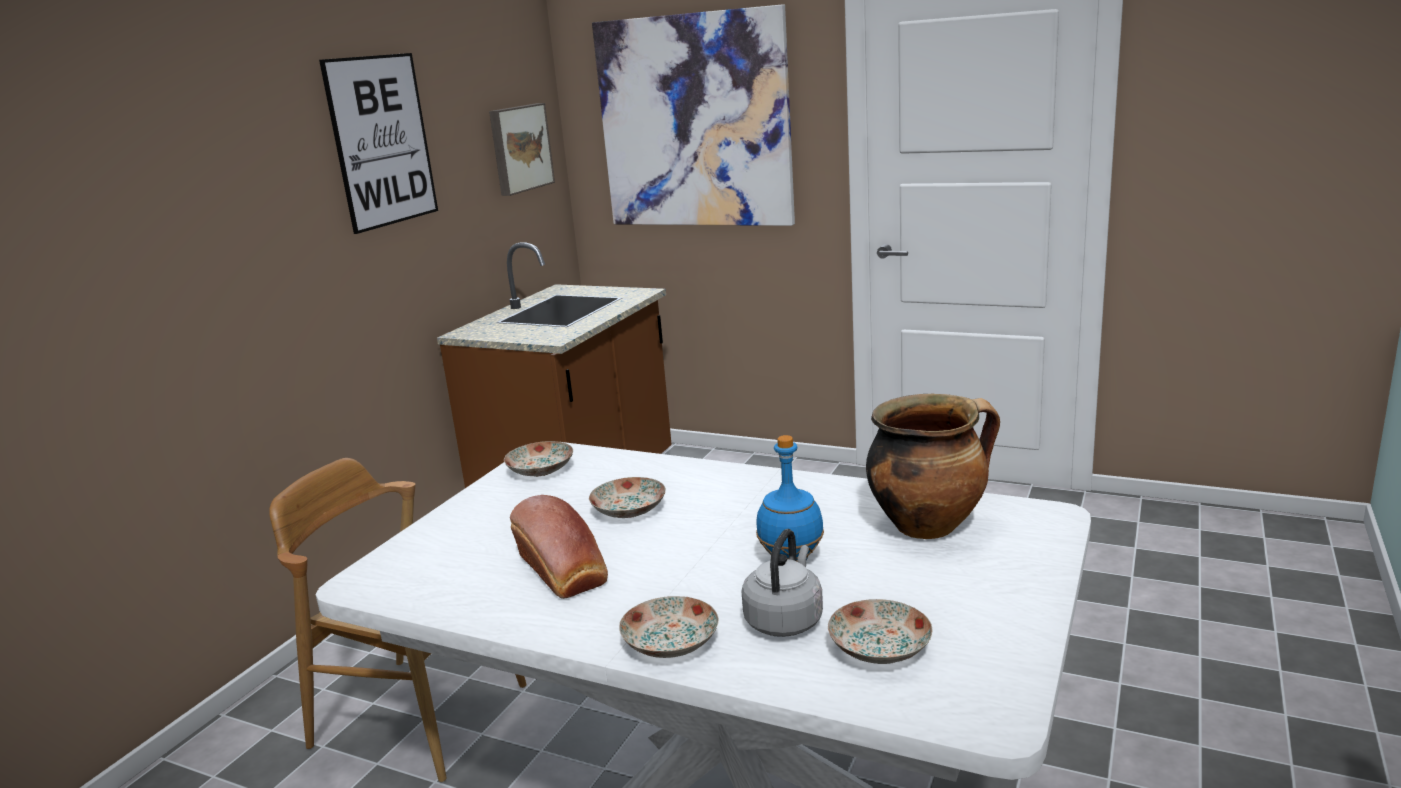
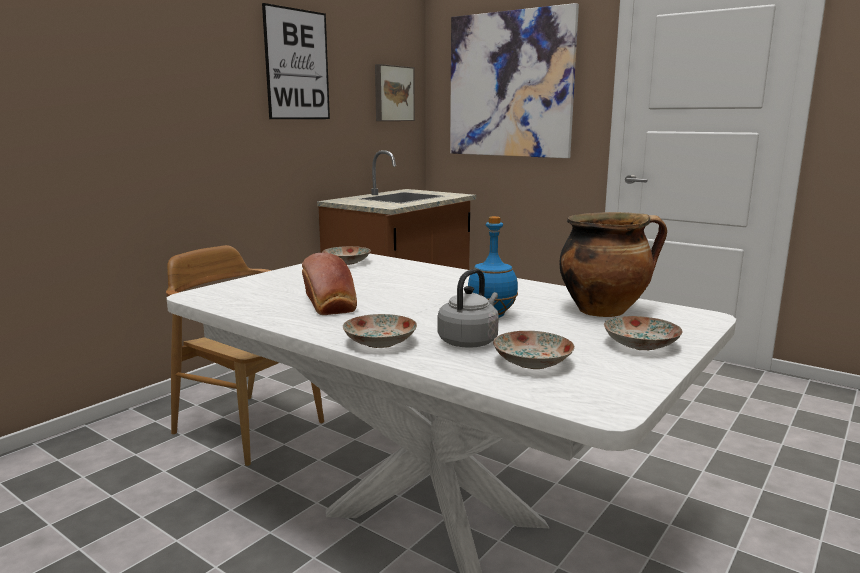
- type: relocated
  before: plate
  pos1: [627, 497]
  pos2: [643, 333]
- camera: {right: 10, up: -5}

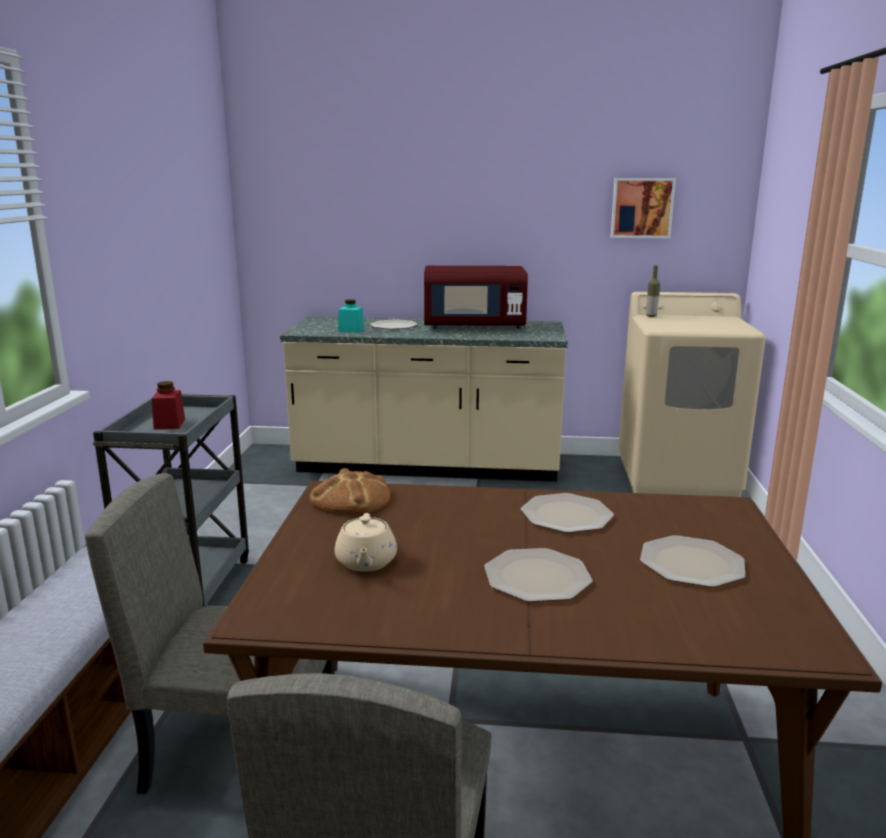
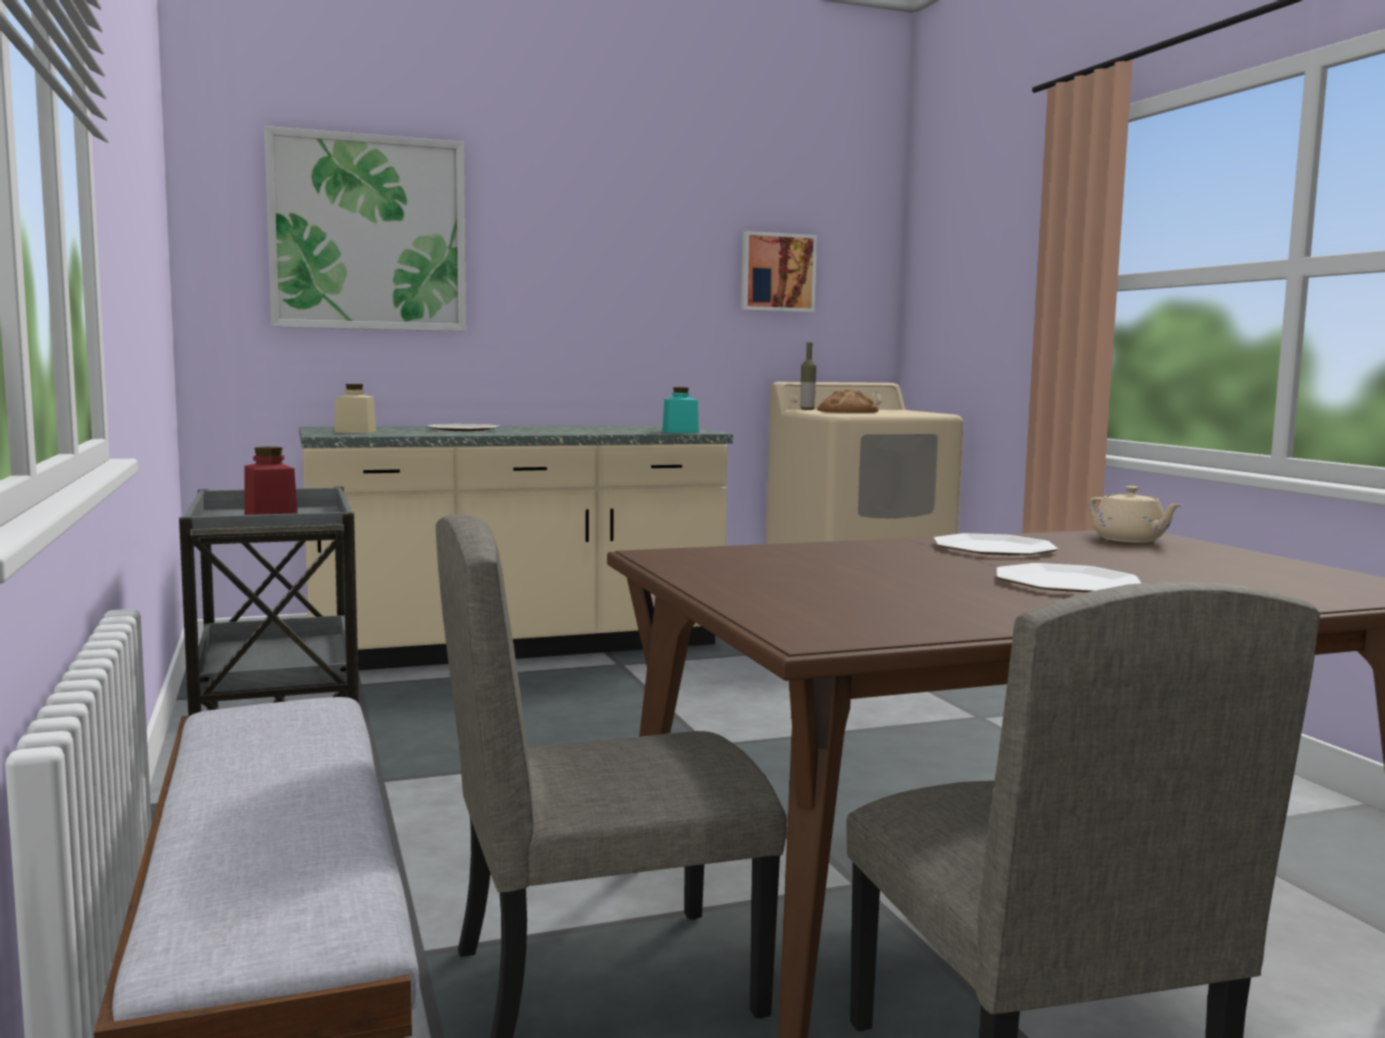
- type: relocated
  before: bread
  pos1: [349, 491]
  pos2: [848, 401]
- type: relocated
  before: teapot in beige
  pos1: [366, 542]
  pos2: [1135, 514]
- type: relocated
  before: jar in turquoise
  pos1: [351, 316]
  pos2: [680, 410]
- type: missing
  before: microwave oven in red-coloured
  pos1: [476, 297]
- type: missing
  before: plate
  pos1: [692, 561]
- type: appeared
  after: picture
  pos2: [365, 228]
- type: appeared
  after: jar in beige
  pos2: [355, 408]
- camera: {right: -25, up: -10}

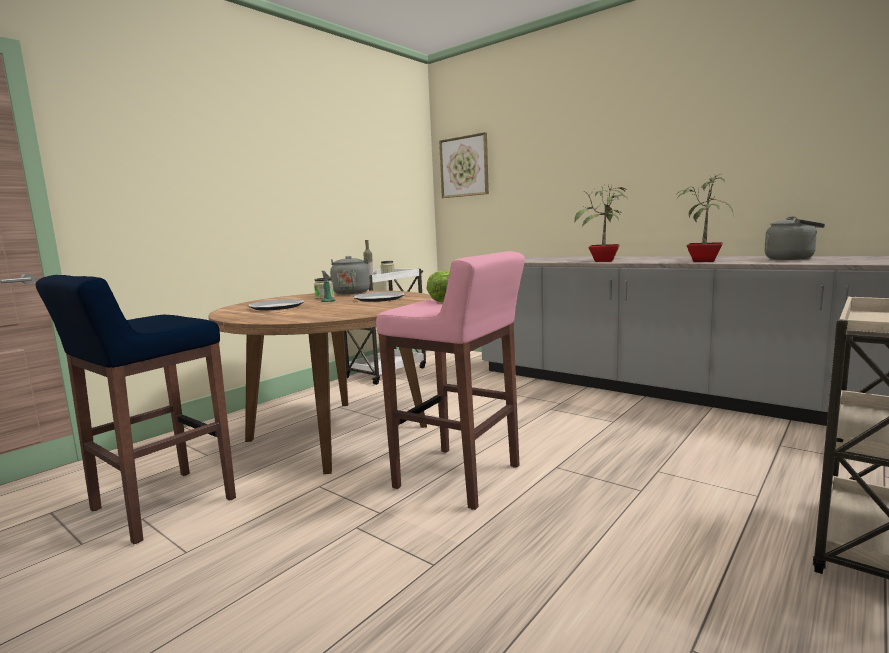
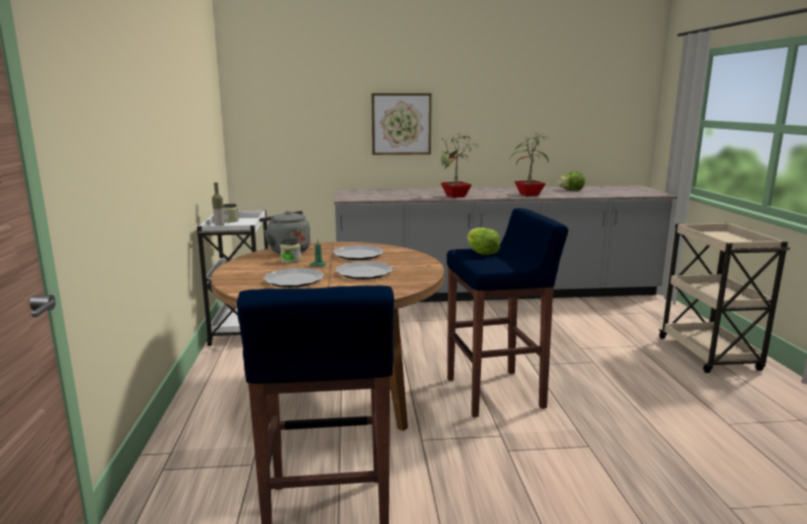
- type: colour
  before: stool in pink-coloured
  after: stool in blue-coloured
  pos1: [450, 380]
  pos2: [507, 312]
- type: relocated
  before: picture
  pos1: [464, 165]
  pos2: [401, 124]
- type: exchanged
  before: kettle in gray
  after: head of lettuce
  pos1: [794, 238]
  pos2: [571, 181]
- type: appeared
  after: plate
  pos2: [364, 270]
- camera: {right: -45, up: 5}

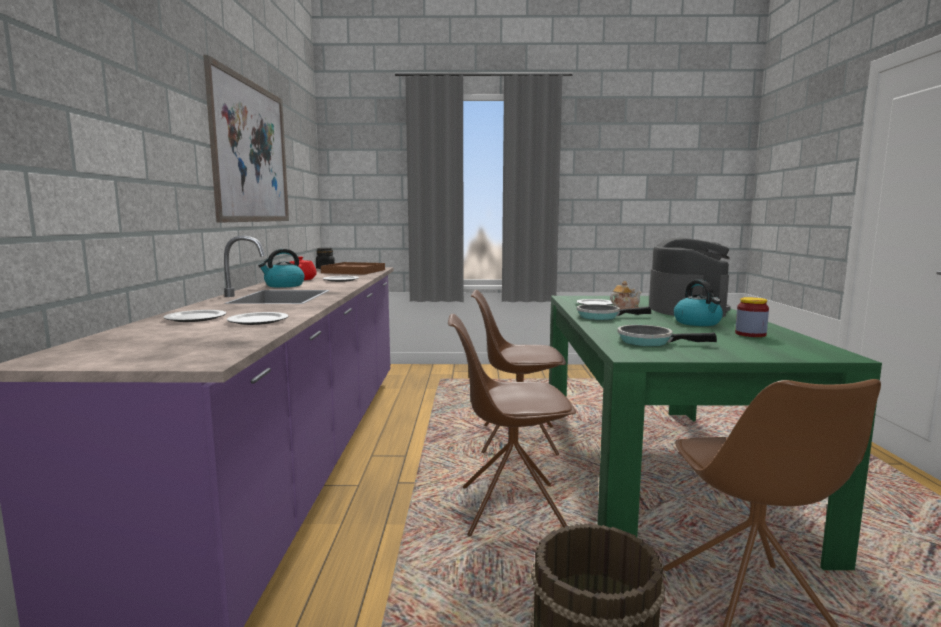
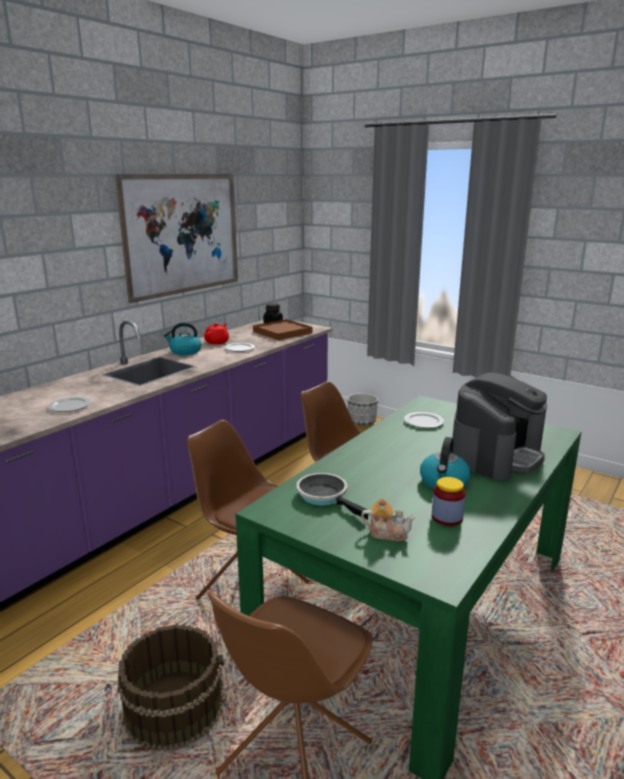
- type: missing
  before: plate
  pos1: [195, 316]
- type: missing
  before: skillet
  pos1: [614, 312]
- type: relocated
  before: teapot
  pos1: [626, 295]
  pos2: [388, 519]
- type: appeared
  after: plant pot
  pos2: [362, 409]
- camera: {right: 35, up: 10}

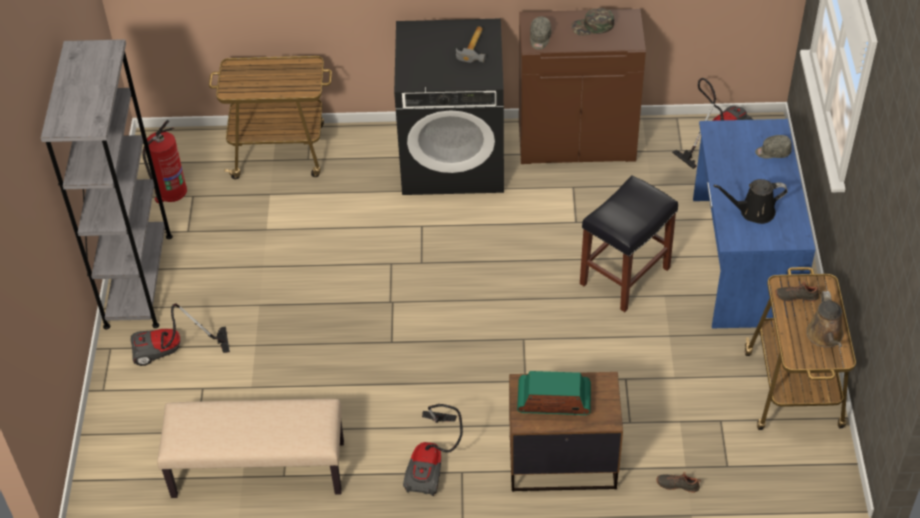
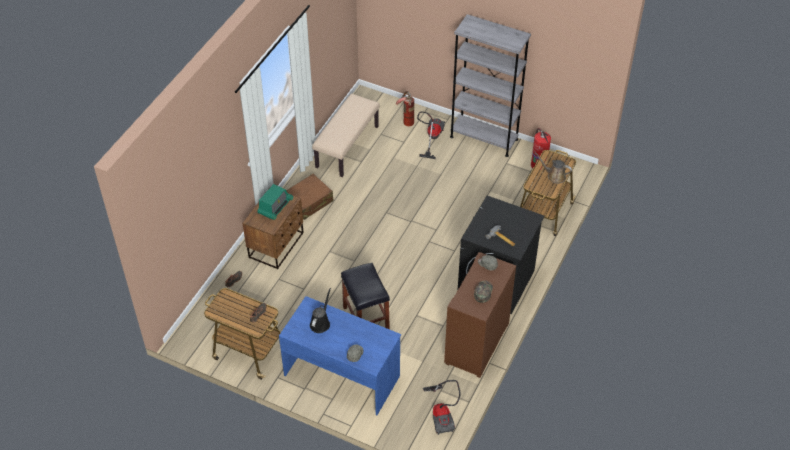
- type: exchanged
  before: vacuum cleaner
  after: suitcase in brown
  pos1: [433, 450]
  pos2: [310, 197]
- type: relocated
  before: watering pot in brown
  pos1: [824, 319]
  pos2: [553, 168]
- type: appeared
  after: fire extinguisher
  pos2: [405, 108]
- camera: {right: 115, up: 0}

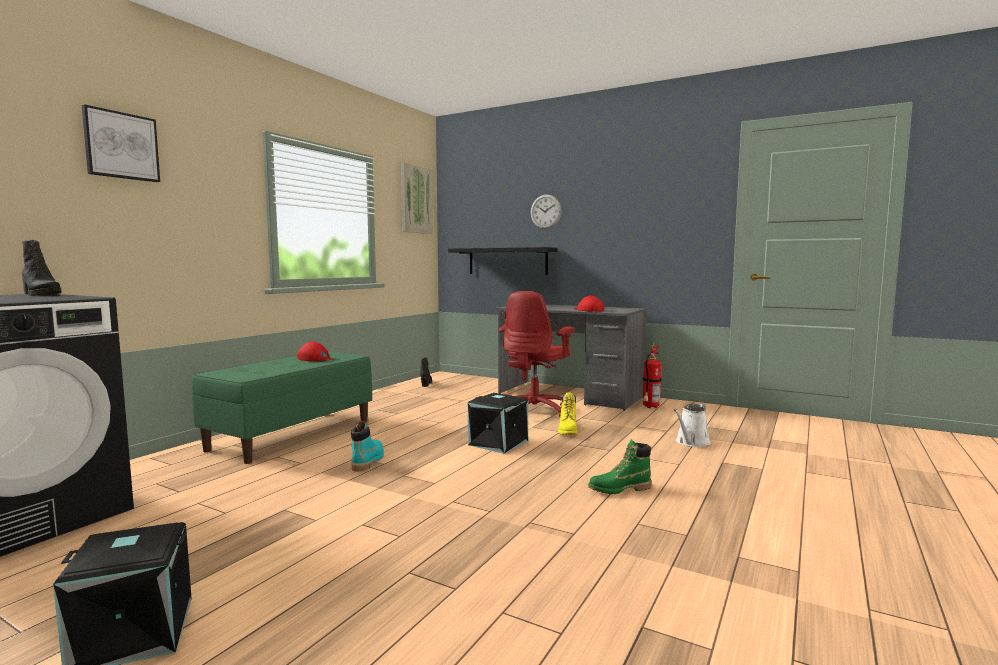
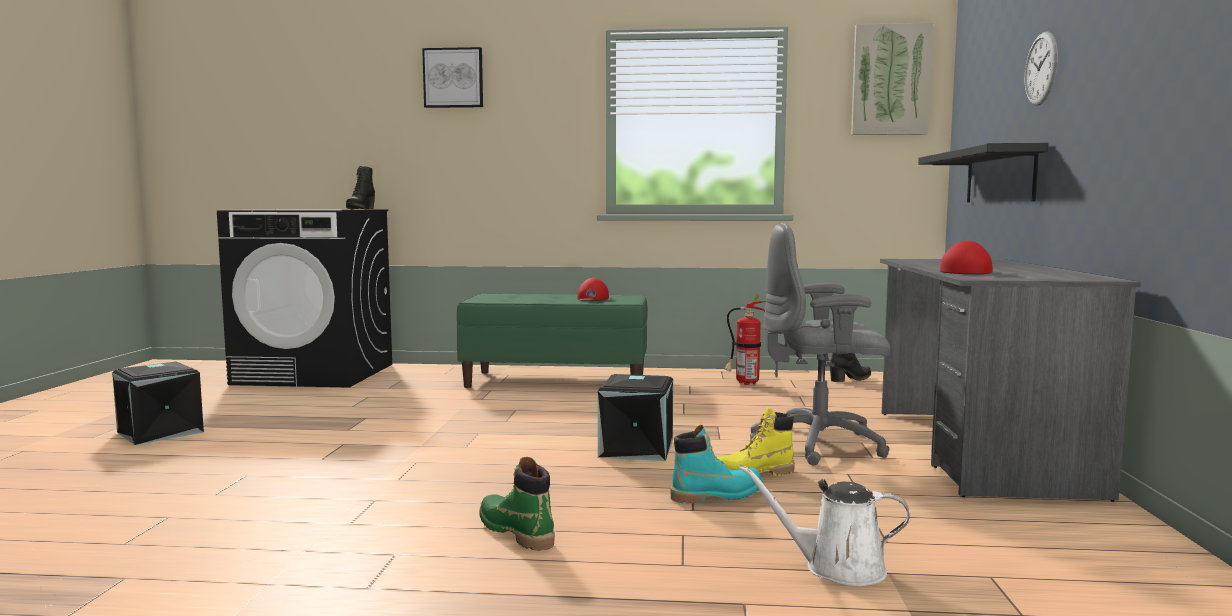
- type: relocated
  before: high-top boot in turquoise
  pos1: [367, 446]
  pos2: [717, 464]
- type: colour
  before: computer chair in red-coloured
  after: computer chair in gray
  pos1: [537, 354]
  pos2: [820, 344]
- type: relocated
  before: fire extinguisher
  pos1: [652, 375]
  pos2: [745, 339]
- camera: {right: 65, up: 0}

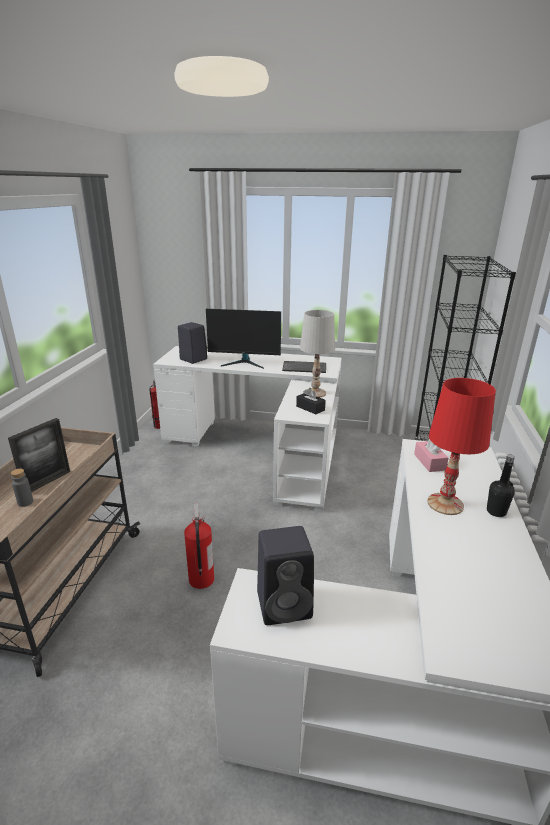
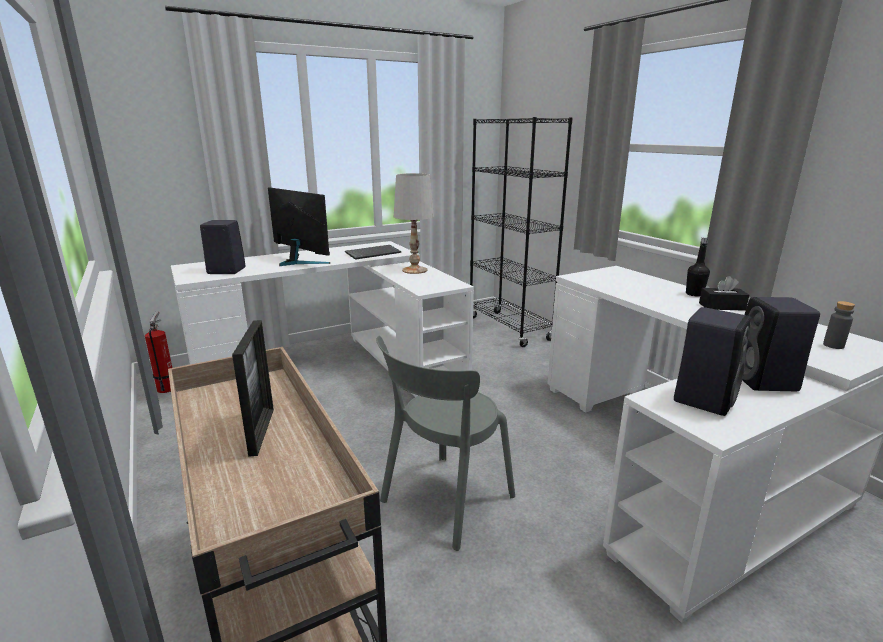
- type: relocated
  before: bottle in gray
  pos1: [22, 488]
  pos2: [839, 325]
- type: exchanged
  before: fire extinguisher
  after: chair in gray
  pos1: [199, 546]
  pos2: [446, 443]
- type: spun
  before: computer screen
  pos1: [243, 339]
  pos2: [299, 226]
  turn: -105
- type: relocated
  before: box of tissues in black
  pos1: [311, 401]
  pos2: [724, 293]
- type: missing
  before: box of tissues in pink-coloured
  pos1: [431, 455]
- type: missing
  before: table lamp in red-coloured
  pos1: [461, 446]
- type: appeared
  after: loudspeaker in black
  pos2: [781, 344]
- camera: {right: -40, up: -5}

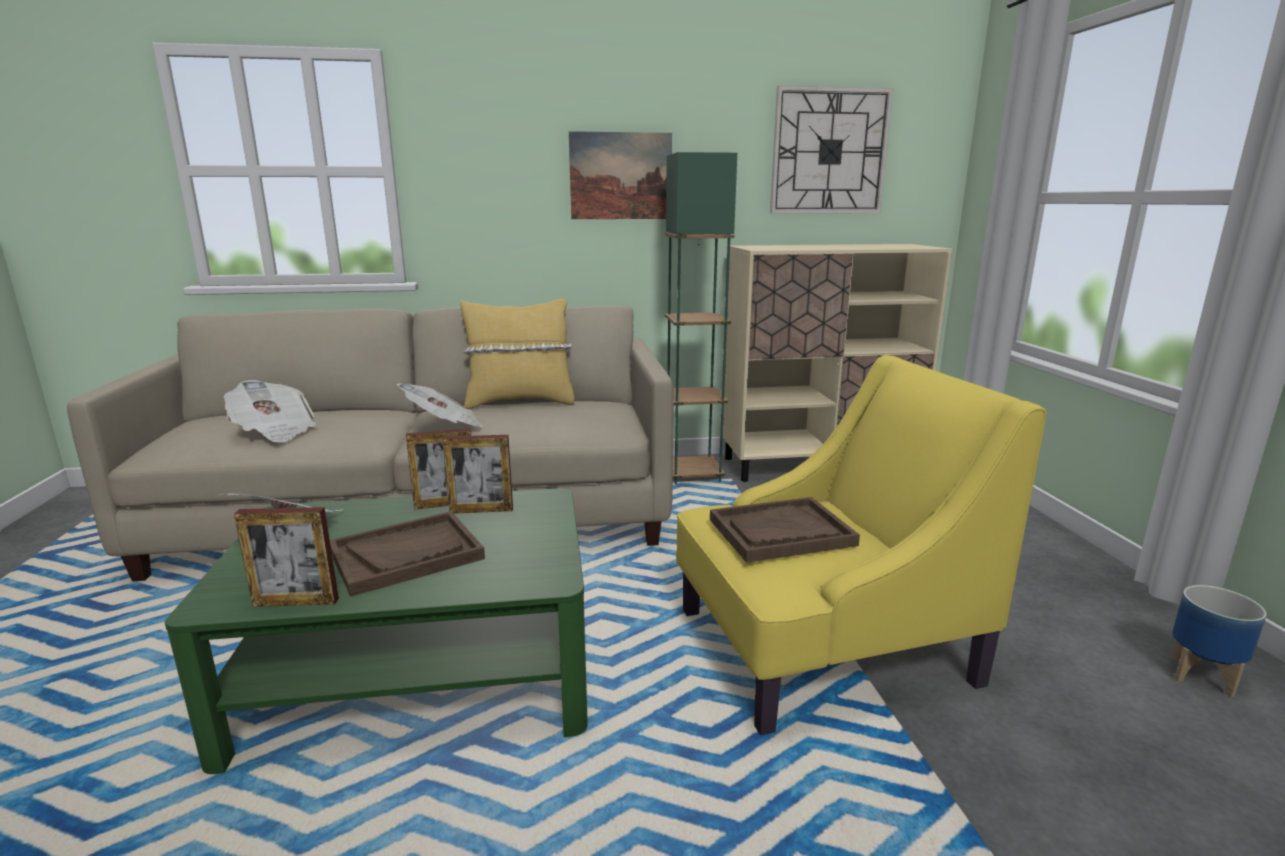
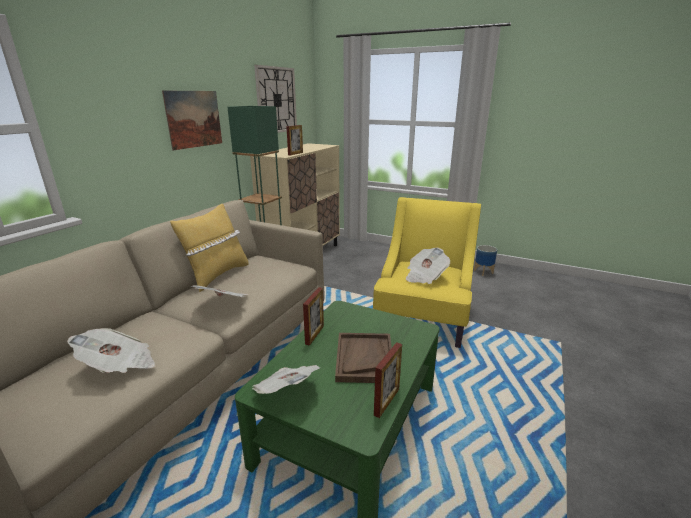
- type: relocated
  before: standing frame
  pos1: [478, 474]
  pos2: [294, 140]
- type: exchanged
  before: tray in brown
  after: newspaper
  pos1: [785, 530]
  pos2: [428, 266]
- camera: {right: -55, up: 5}

